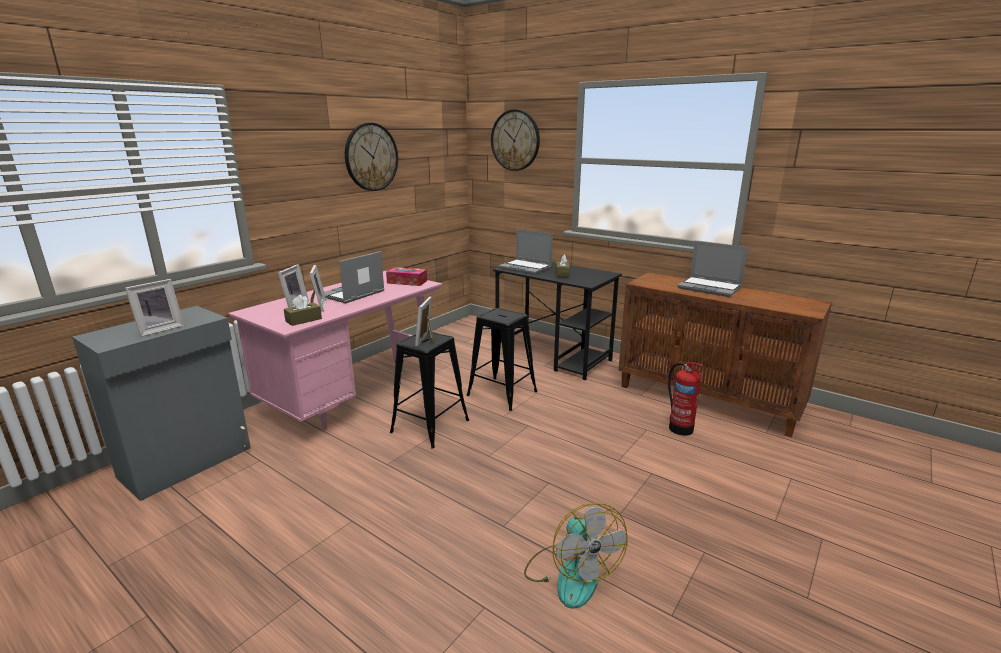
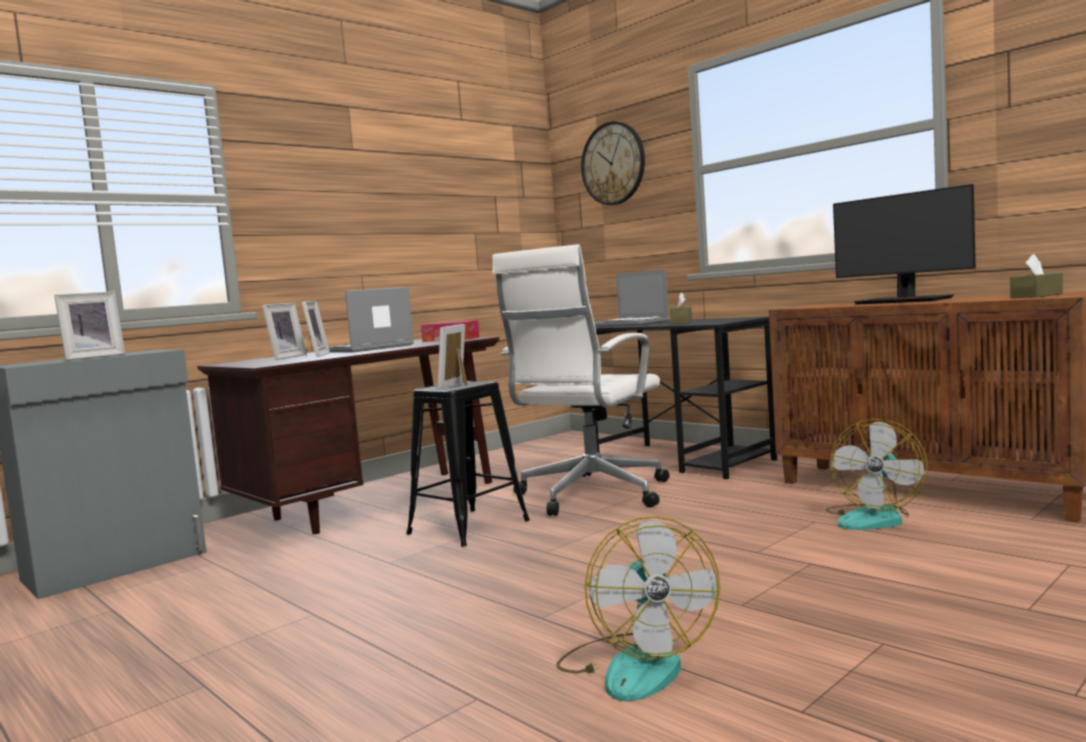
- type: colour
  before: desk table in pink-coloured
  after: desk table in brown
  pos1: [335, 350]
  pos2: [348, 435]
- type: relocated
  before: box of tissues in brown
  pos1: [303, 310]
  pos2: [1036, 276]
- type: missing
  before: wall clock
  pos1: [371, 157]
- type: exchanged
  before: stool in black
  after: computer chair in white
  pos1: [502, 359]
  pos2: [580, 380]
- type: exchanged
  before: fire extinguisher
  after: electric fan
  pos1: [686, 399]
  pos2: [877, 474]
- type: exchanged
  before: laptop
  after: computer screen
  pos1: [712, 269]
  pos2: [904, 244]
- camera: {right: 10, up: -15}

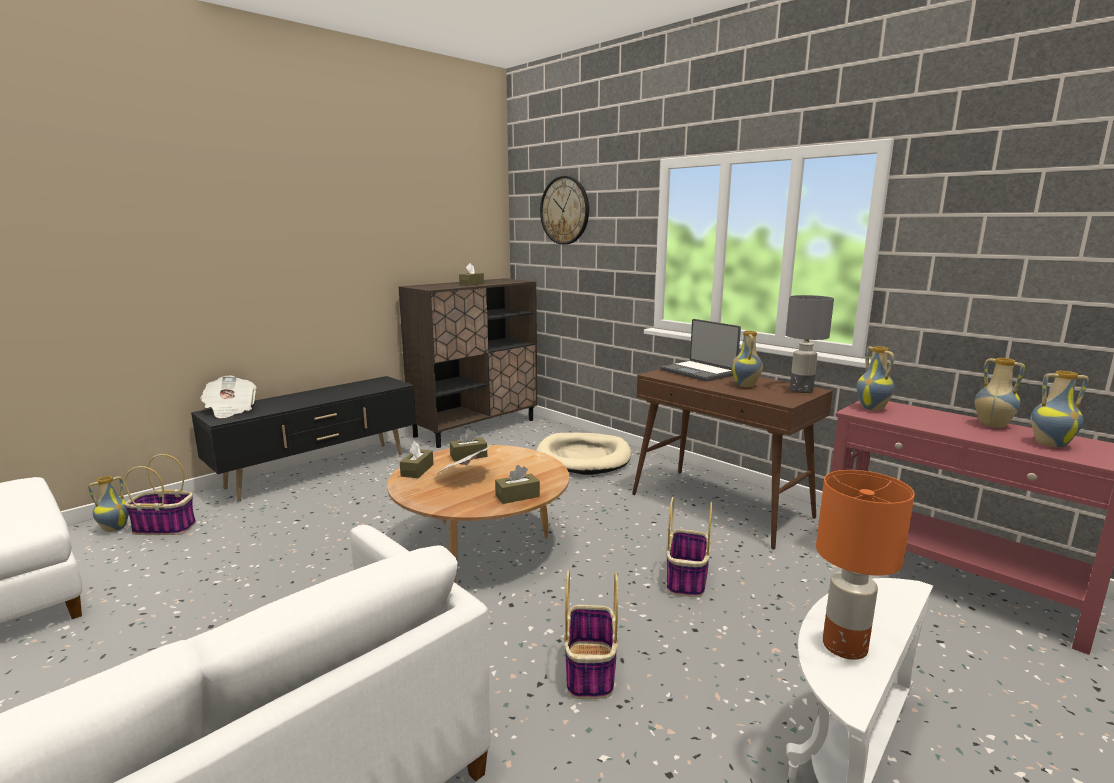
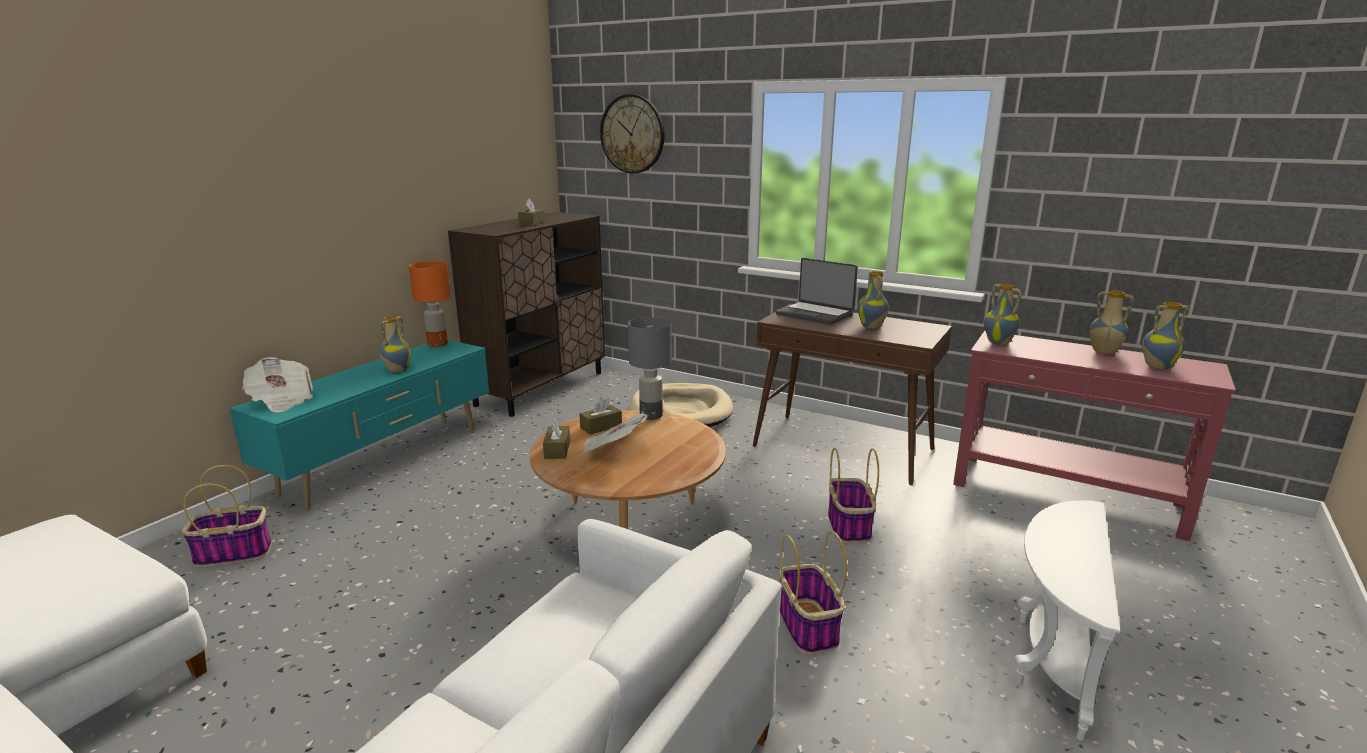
- type: relocated
  before: flower vase
  pos1: [108, 504]
  pos2: [395, 344]
- type: colour
  before: tv unit in black
  after: tv unit in turquoise
  pos1: [303, 439]
  pos2: [359, 424]
- type: missing
  before: box of tissues in brown
  pos1: [517, 484]
- type: relocated
  before: table lamp in gray
  pos1: [810, 344]
  pos2: [650, 368]
- type: relocated
  before: table lamp in orange
  pos1: [865, 565]
  pos2: [430, 304]
- camera: {right: -15, up: 5}

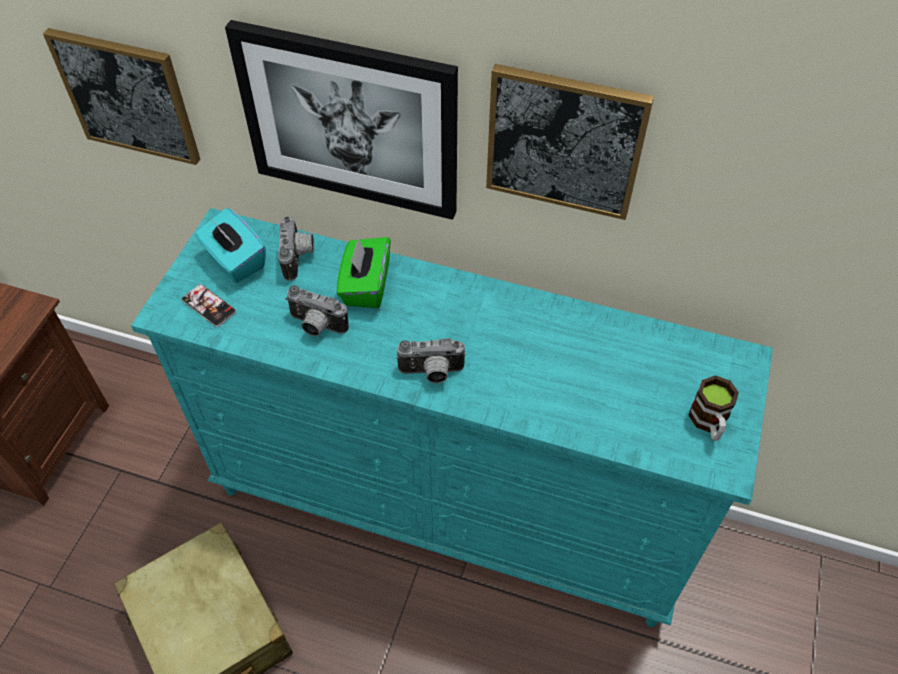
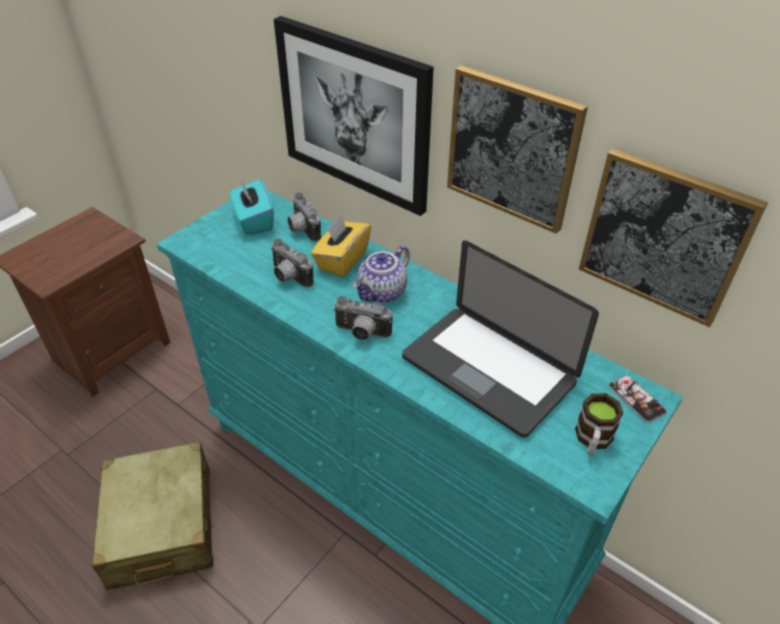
- type: relocated
  before: picture
  pos1: [121, 96]
  pos2: [673, 238]
- type: relocated
  before: telephone
  pos1: [209, 305]
  pos2: [637, 399]
- type: spun
  before: photo camera
  pos1: [296, 248]
  pos2: [304, 217]
  turn: 135
- type: colour
  before: box of tissues in greenish
  after: box of tissues in yellowish
  pos1: [364, 272]
  pos2: [341, 246]
- type: appeared
  after: teapot
  pos2: [381, 274]
- type: appeared
  after: laptop
  pos2: [500, 339]
- camera: {right: 20, up: -10}

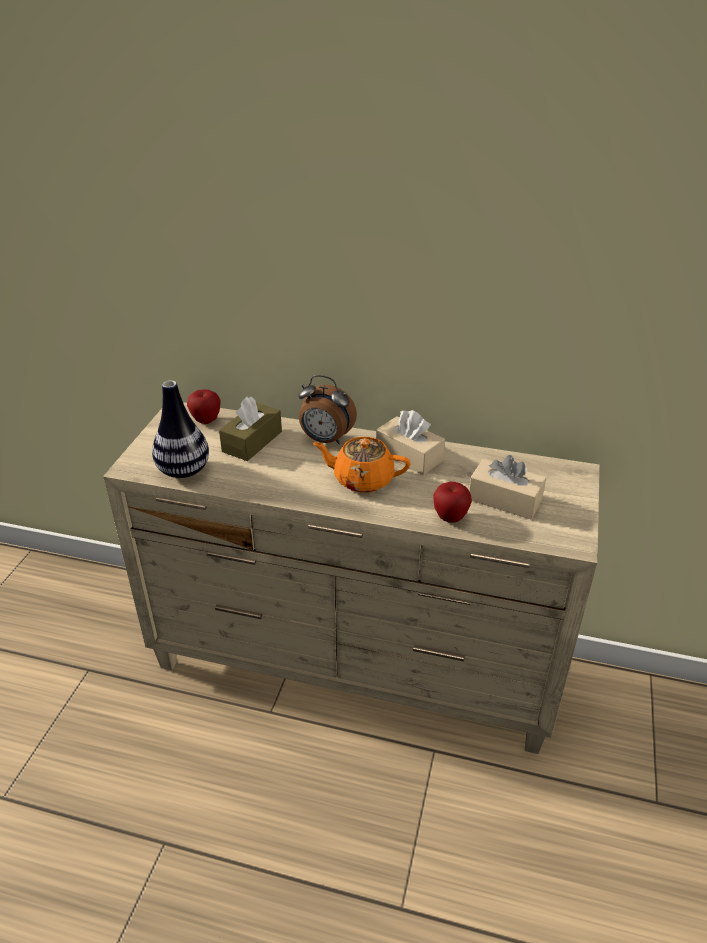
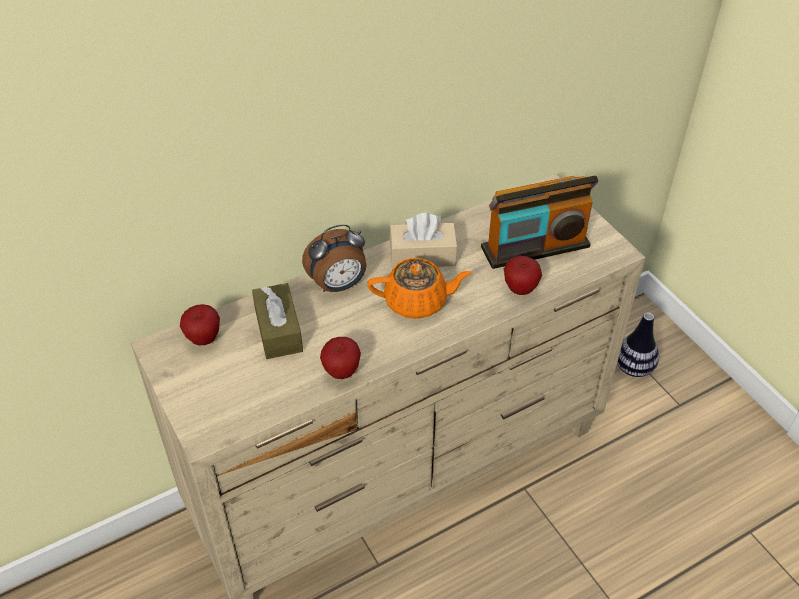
- type: relocated
  before: flower vase
  pos1: [180, 429]
  pos2: [638, 344]
- type: spun
  before: teapot in orange
  pos1: [362, 465]
  pos2: [419, 288]
  turn: -150
- type: exchanged
  before: box of tissues in beige
  after: radio set
  pos1: [507, 487]
  pos2: [539, 222]
- type: appeared
  after: whole apple
  pos2: [340, 358]
- camera: {right: -45, up: 10}

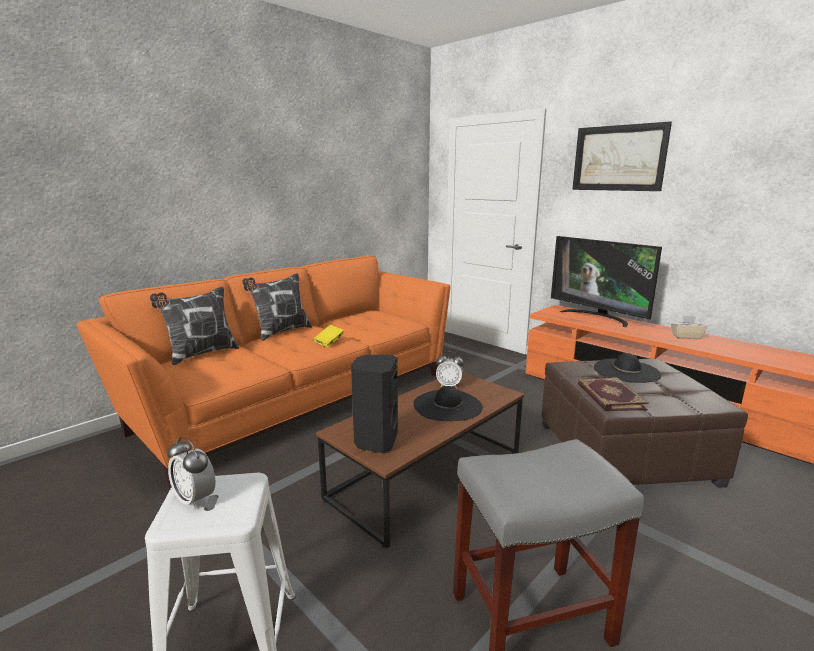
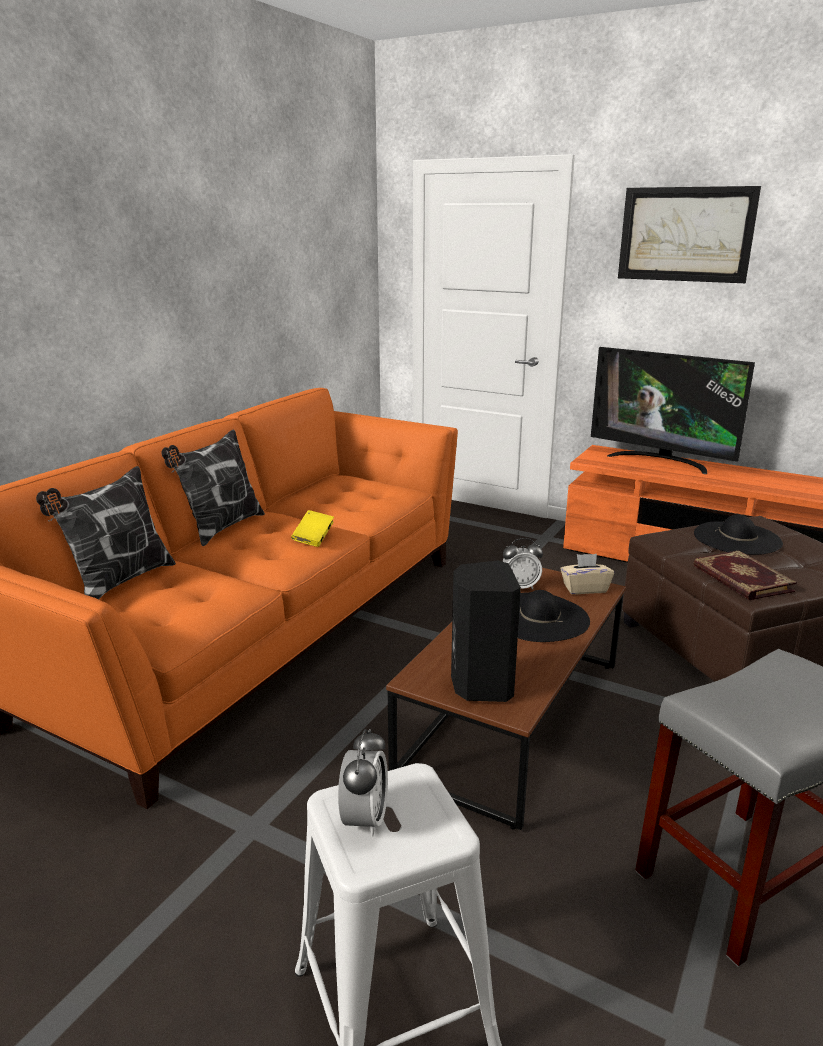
- type: spun
  before: bedside clock
  pos1: [191, 473]
  pos2: [363, 783]
  turn: -105
- type: relocated
  before: box of tissues in beige
  pos1: [689, 327]
  pos2: [587, 574]
- camera: {right: -15, up: 5}

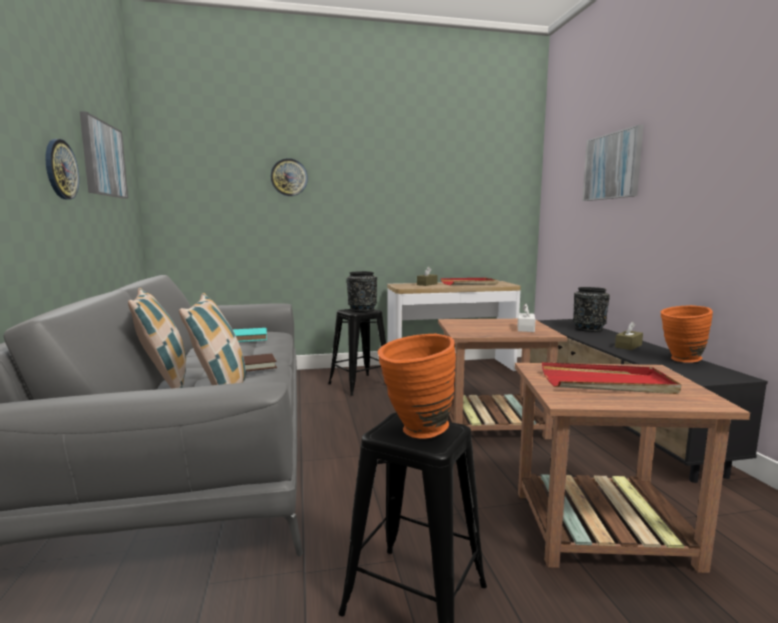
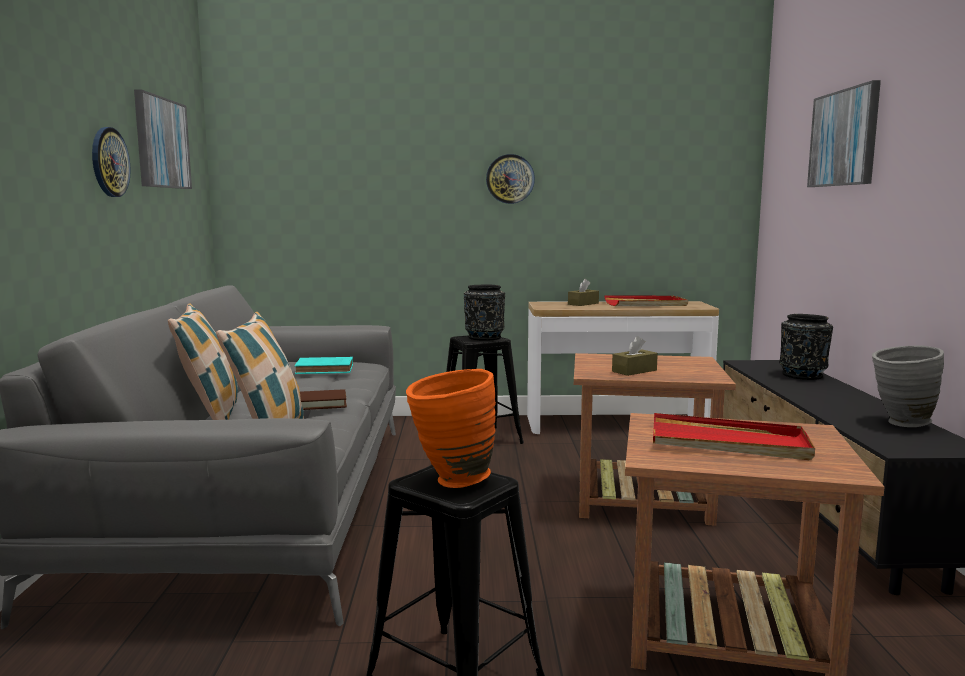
- type: relocated
  before: wall clock
  pos1: [289, 177]
  pos2: [510, 179]
- type: missing
  before: box of tissues in white
  pos1: [527, 317]
- type: relocated
  before: box of tissues in brown
  pos1: [629, 336]
  pos2: [635, 356]
- type: colour
  before: flower vase in orange
  after: flower vase in gray
  pos1: [687, 334]
  pos2: [908, 386]
- camera: {right: 10, up: 0}

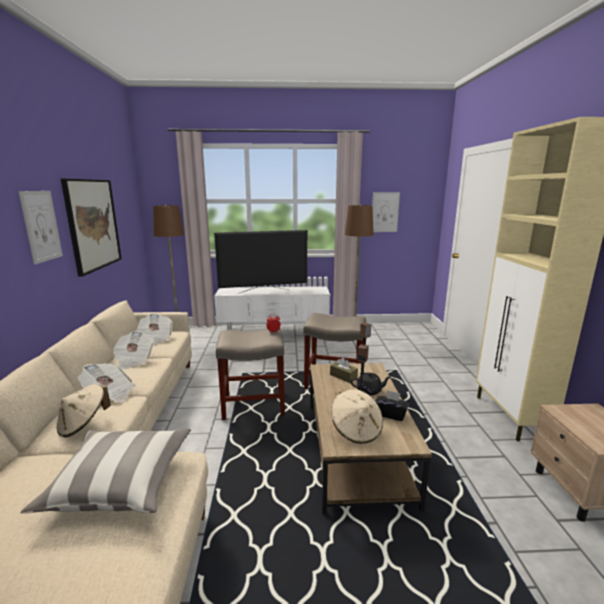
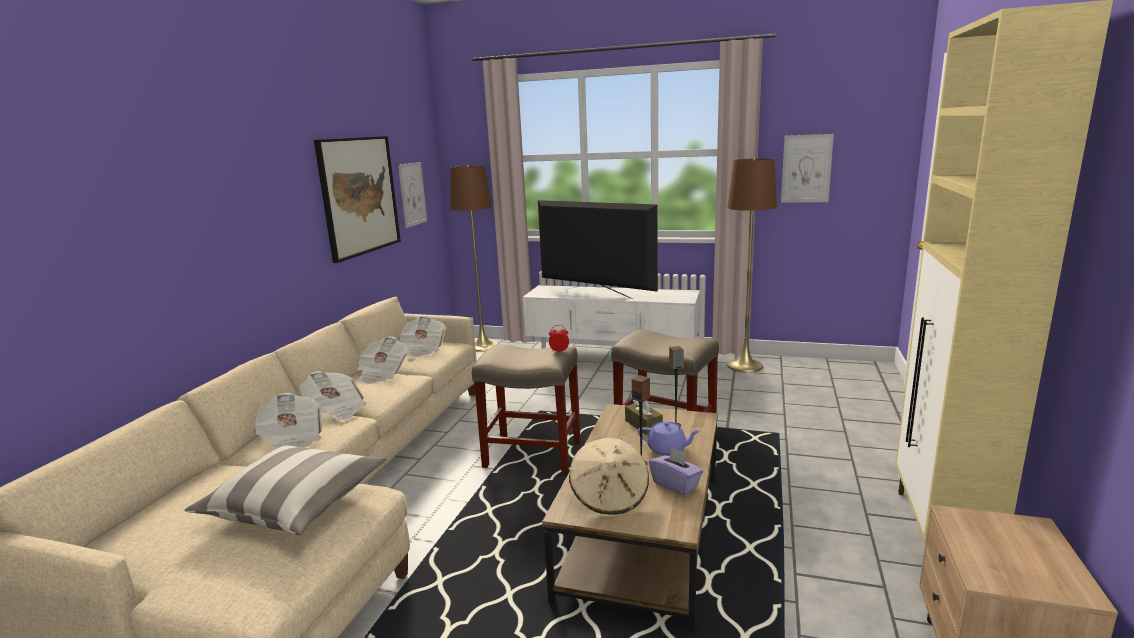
- type: relocated
  before: picture
  pos1: [40, 227]
  pos2: [412, 195]
- type: exchanged
  before: hat in beige
  after: newspaper
  pos1: [84, 411]
  pos2: [288, 421]
- type: spun
  before: TV set
  pos1: [260, 262]
  pos2: [598, 249]
  turn: -150
- type: colour
  before: teapot in black
  after: teapot in purple
  pos1: [370, 384]
  pos2: [669, 438]
- type: colour
  before: box of tissues in black
  after: box of tissues in purple
  pos1: [392, 405]
  pos2: [676, 471]
- camera: {right: 20, up: 0}

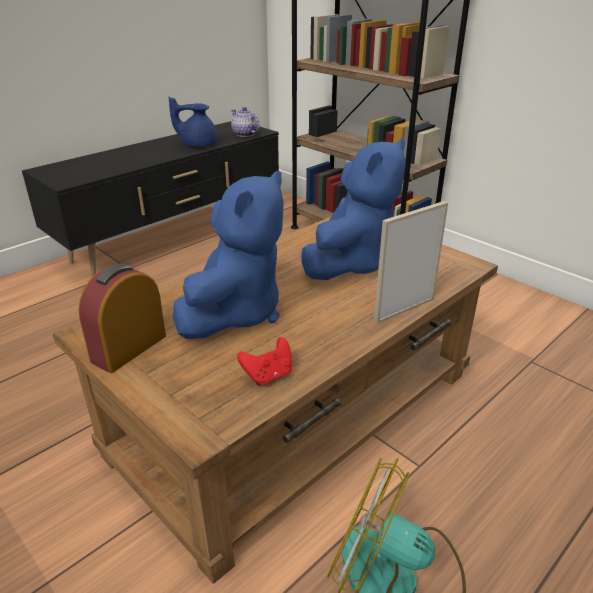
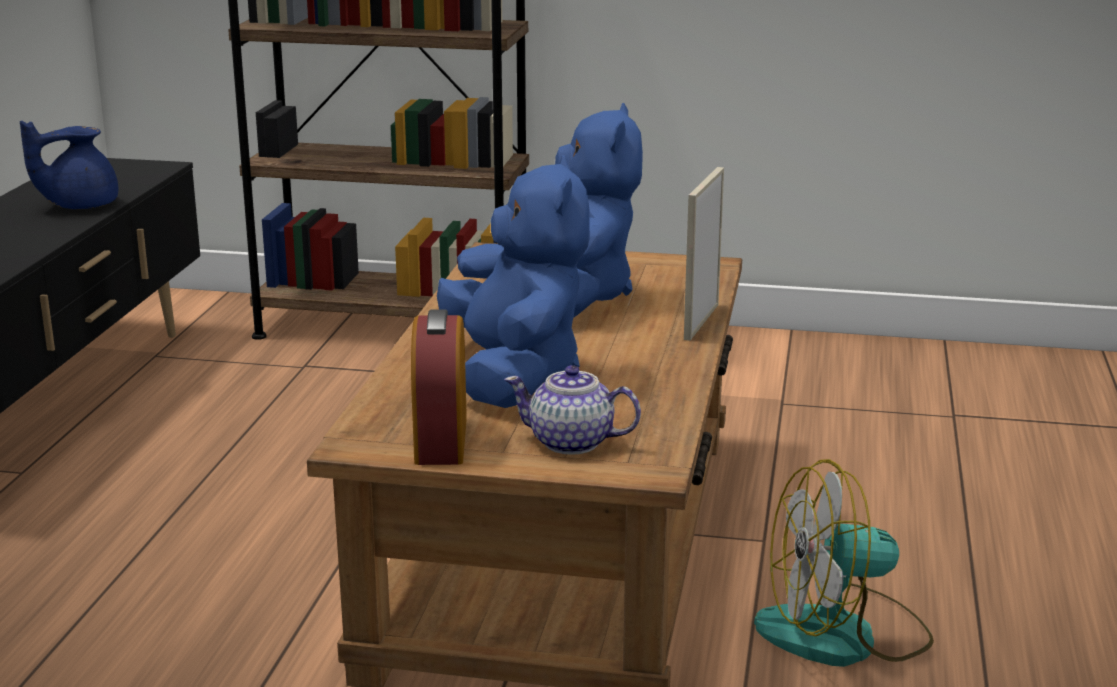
- type: relocated
  before: teapot
  pos1: [245, 122]
  pos2: [572, 410]
- type: missing
  before: gamepad in red-coloured
  pos1: [264, 361]
- camera: {right: -35, up: -10}

